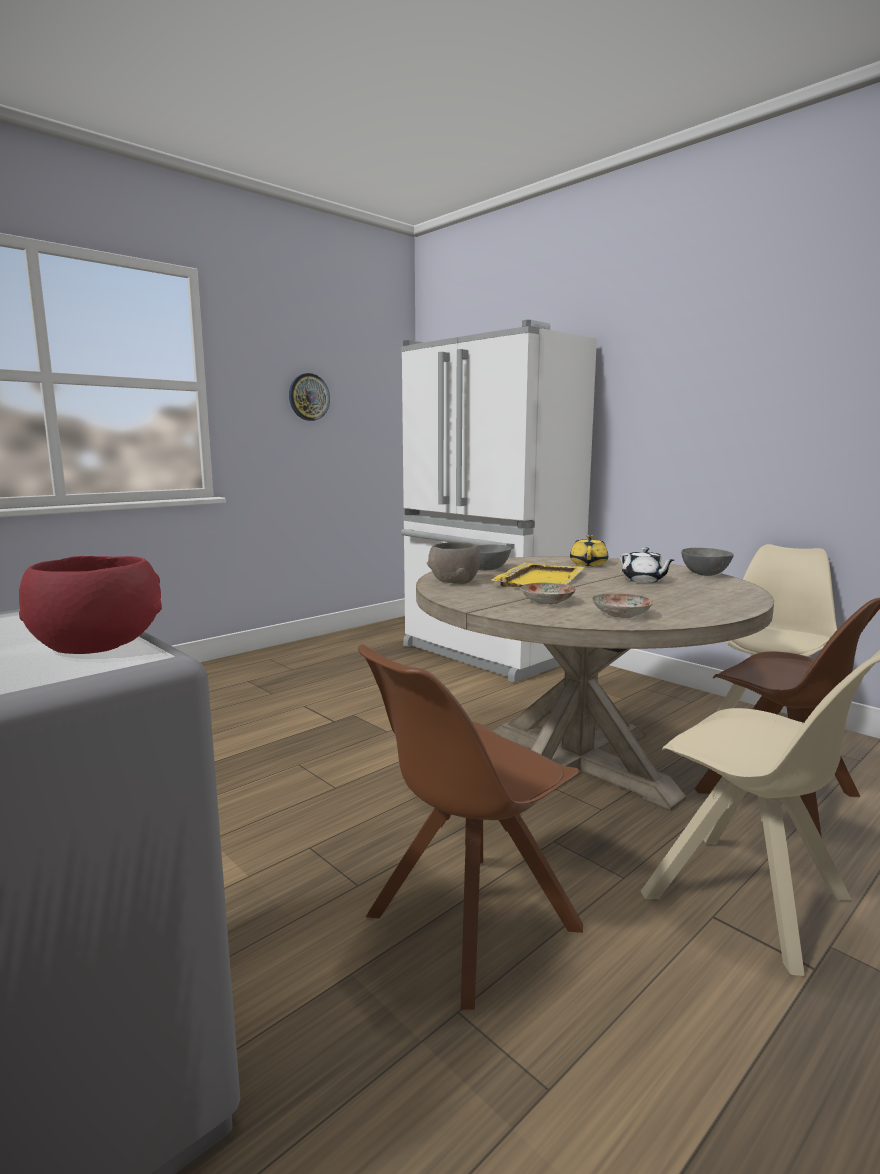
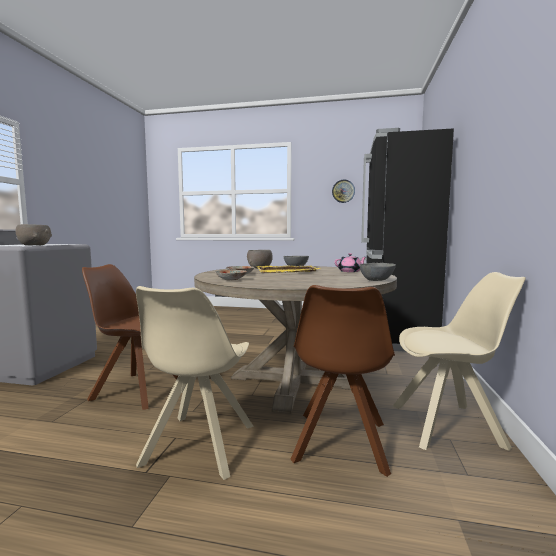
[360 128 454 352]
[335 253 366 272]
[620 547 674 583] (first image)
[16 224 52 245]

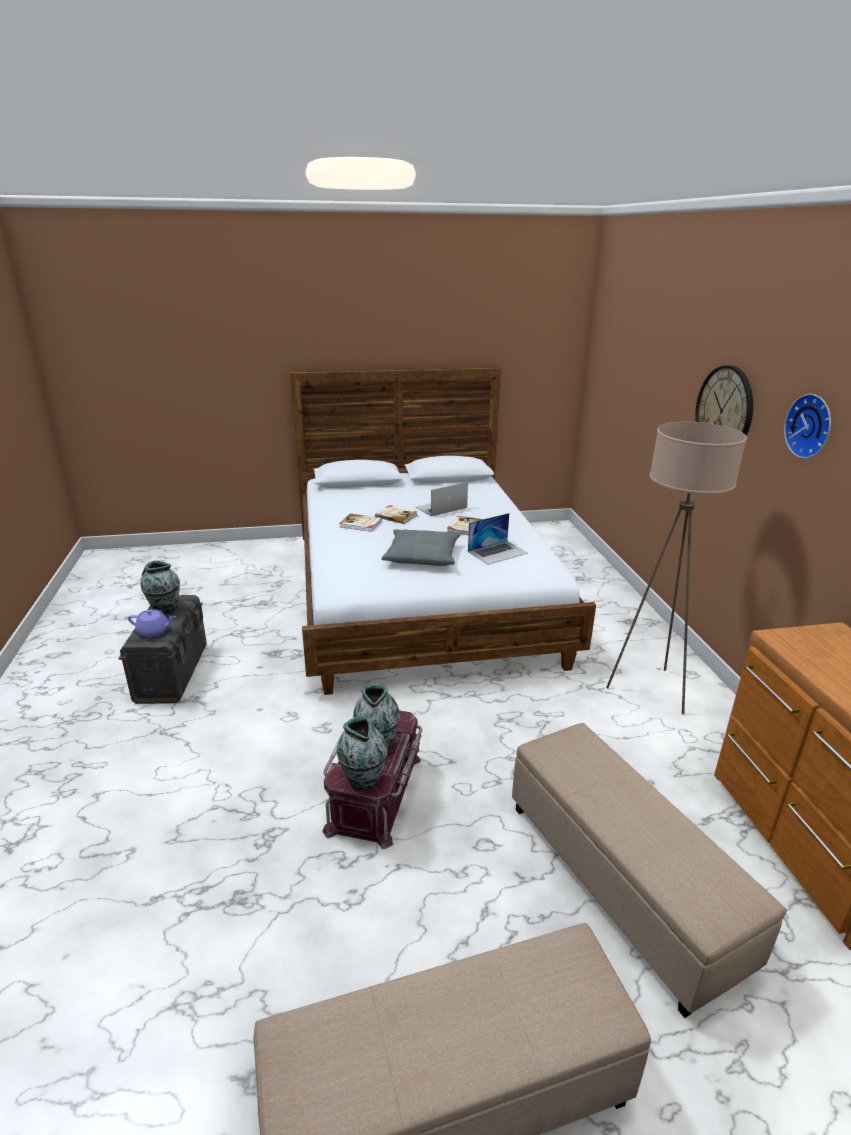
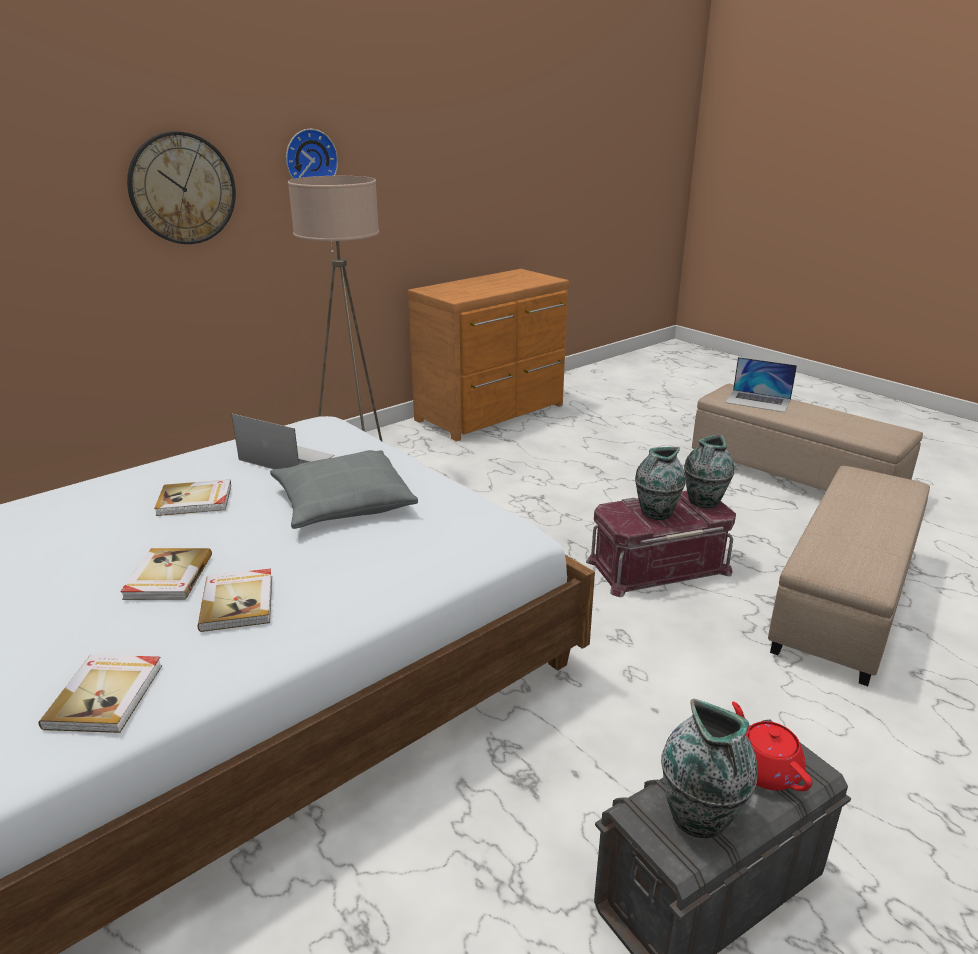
[725 357 797 412]
[732 701 813 791]
[768 466 930 686]
[39 655 162 733]

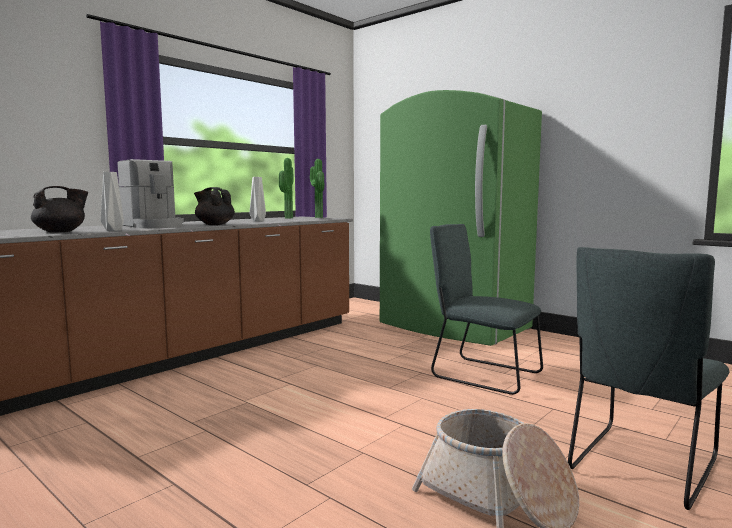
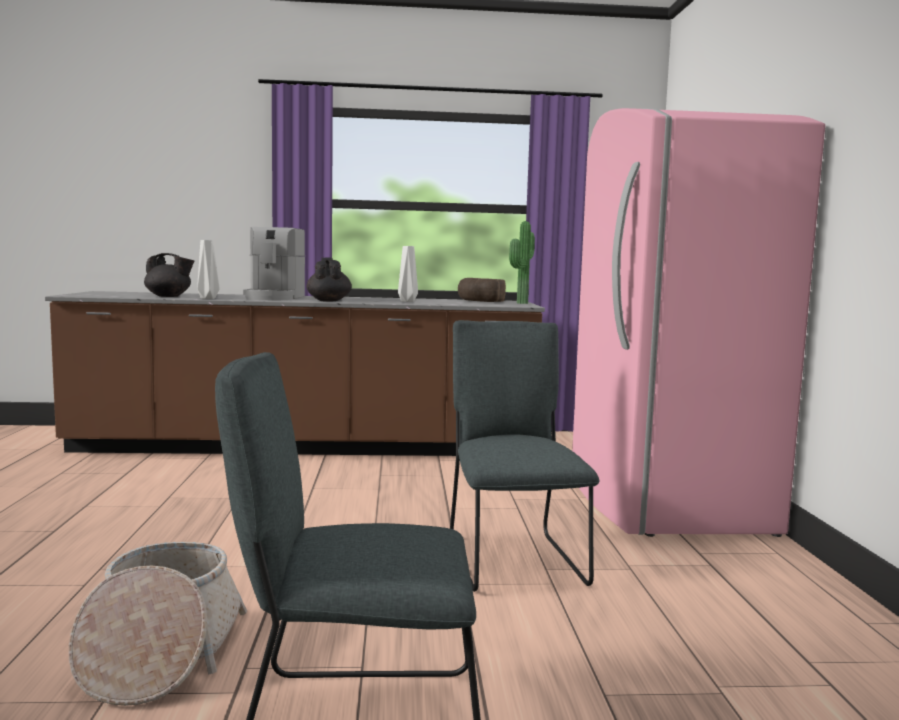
[572 108 825 537]
[458 278 506 302]

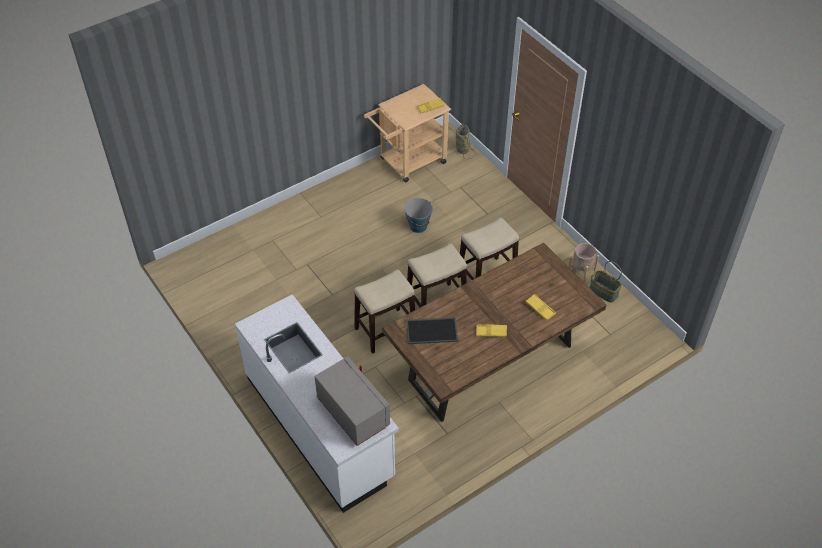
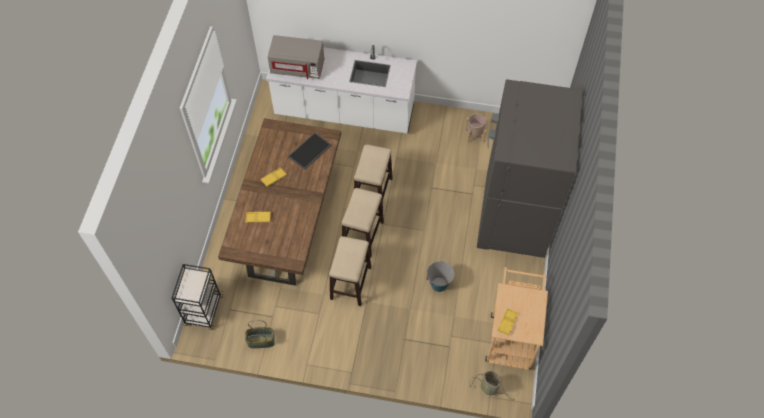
[465 113 486 143]
[477 79 582 258]
[171 264 223 330]

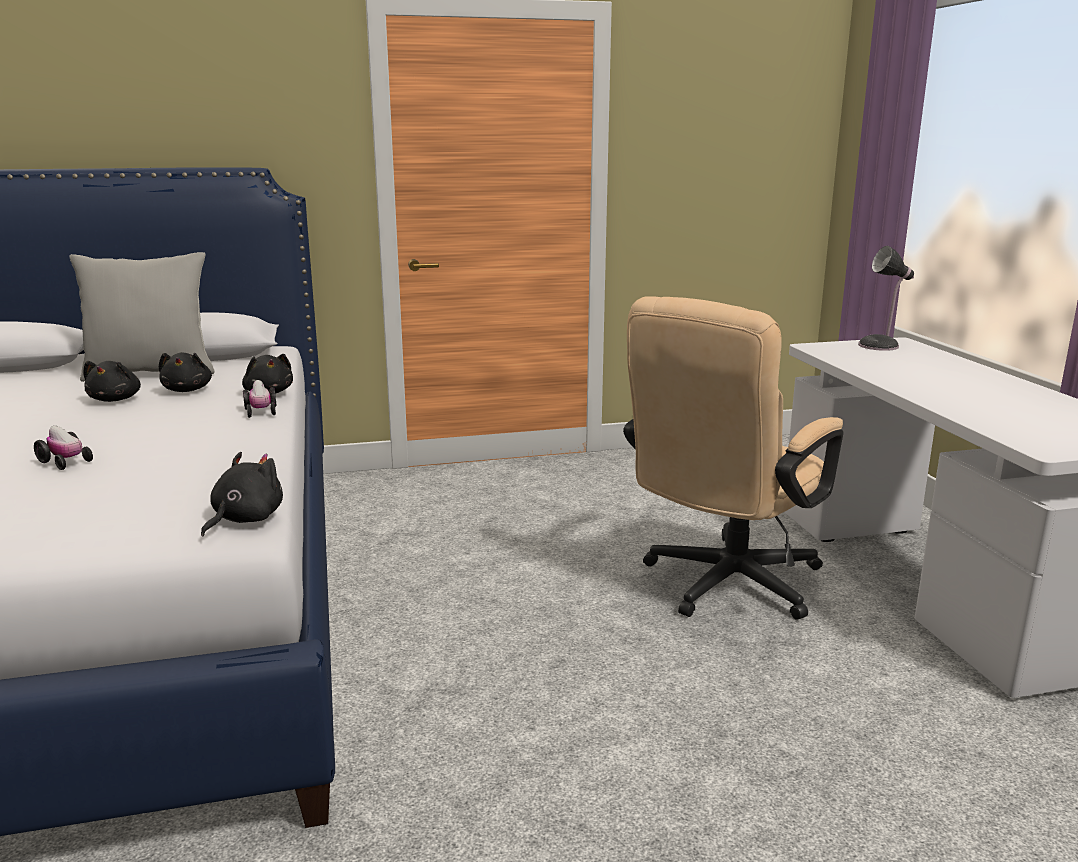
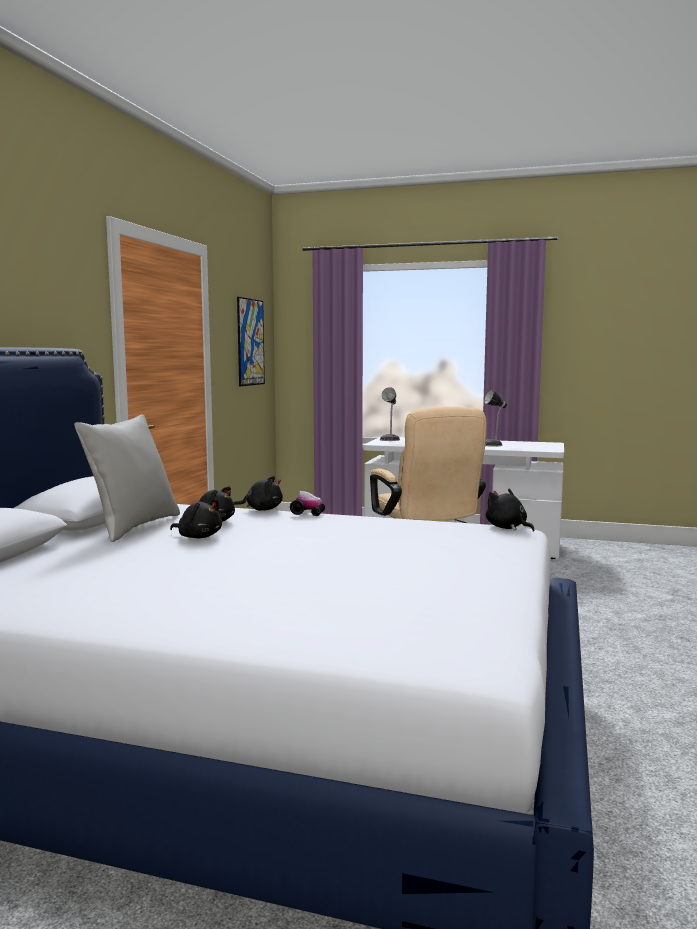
[34 426 93 470] (first image)
[237 297 265 386]
[484 389 508 447]

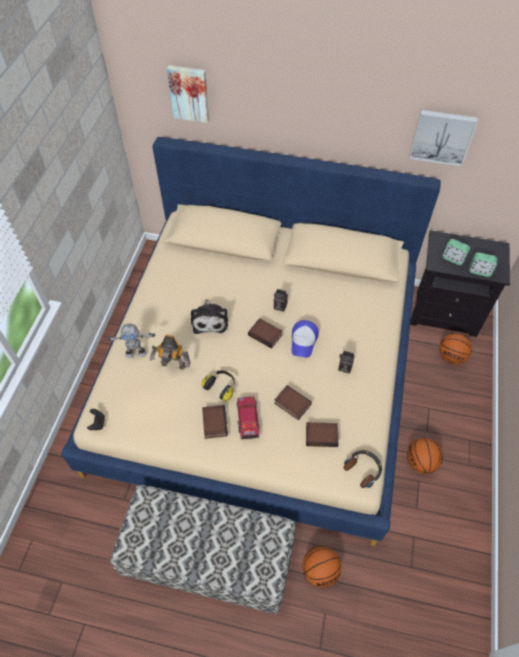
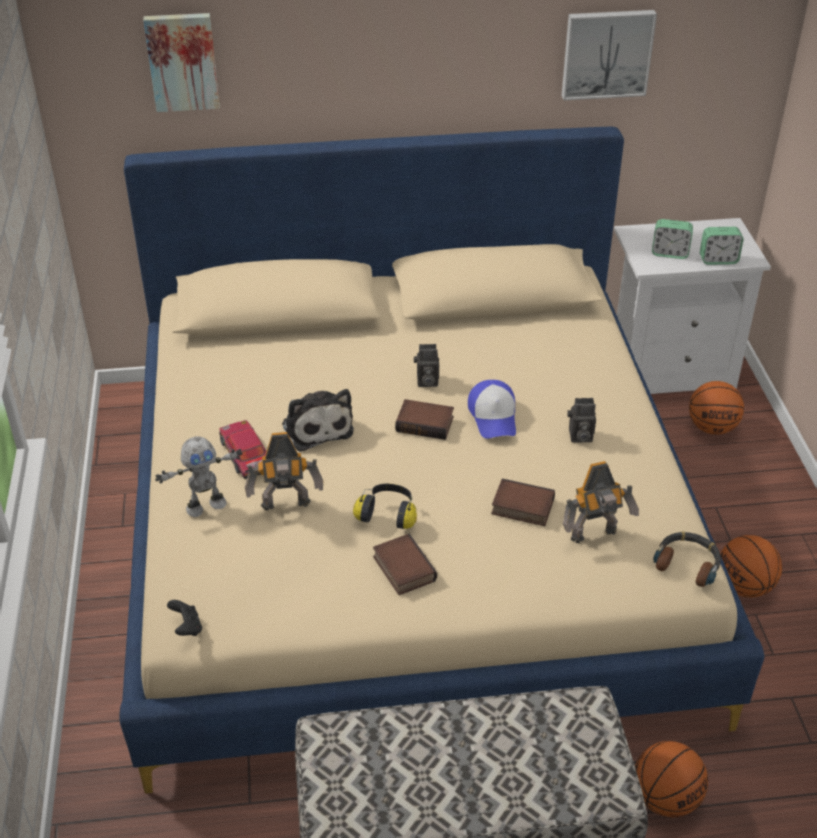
[614 218 771 394]
[219 420 267 479]
[563 461 639 543]

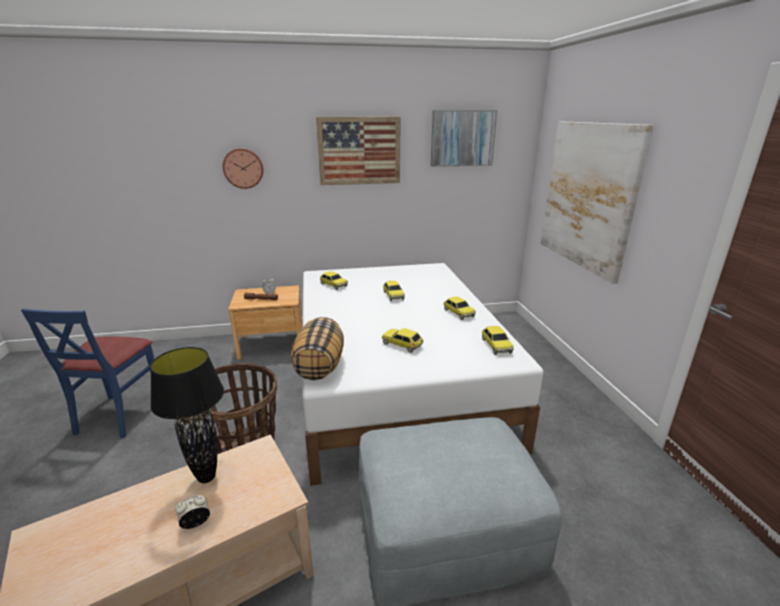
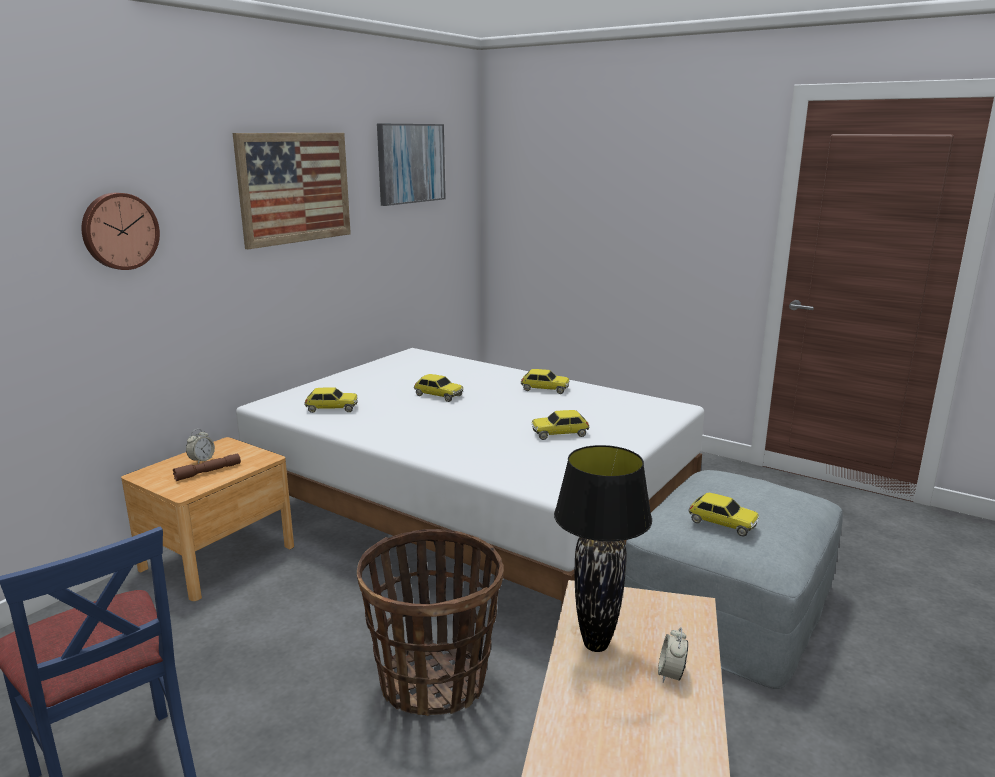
[541 121 654 284] (first image)
[291 317 344 380] (first image)
[688 493 759 537]

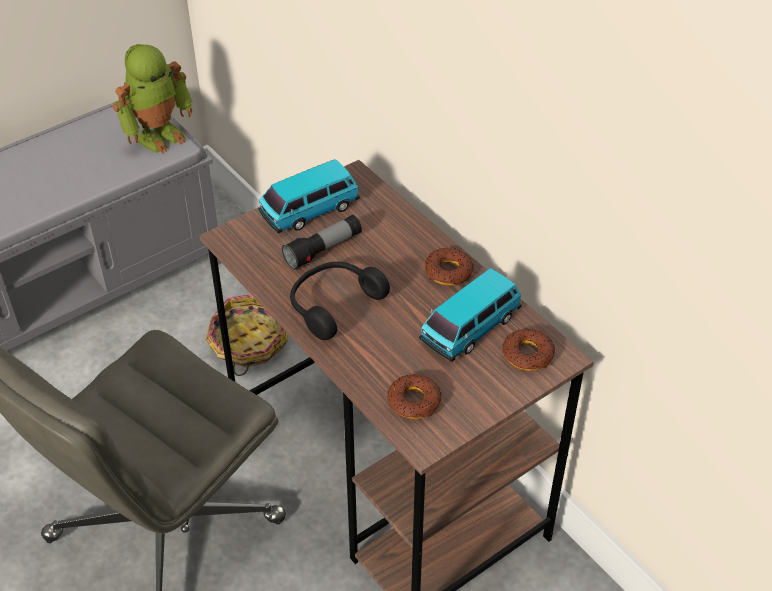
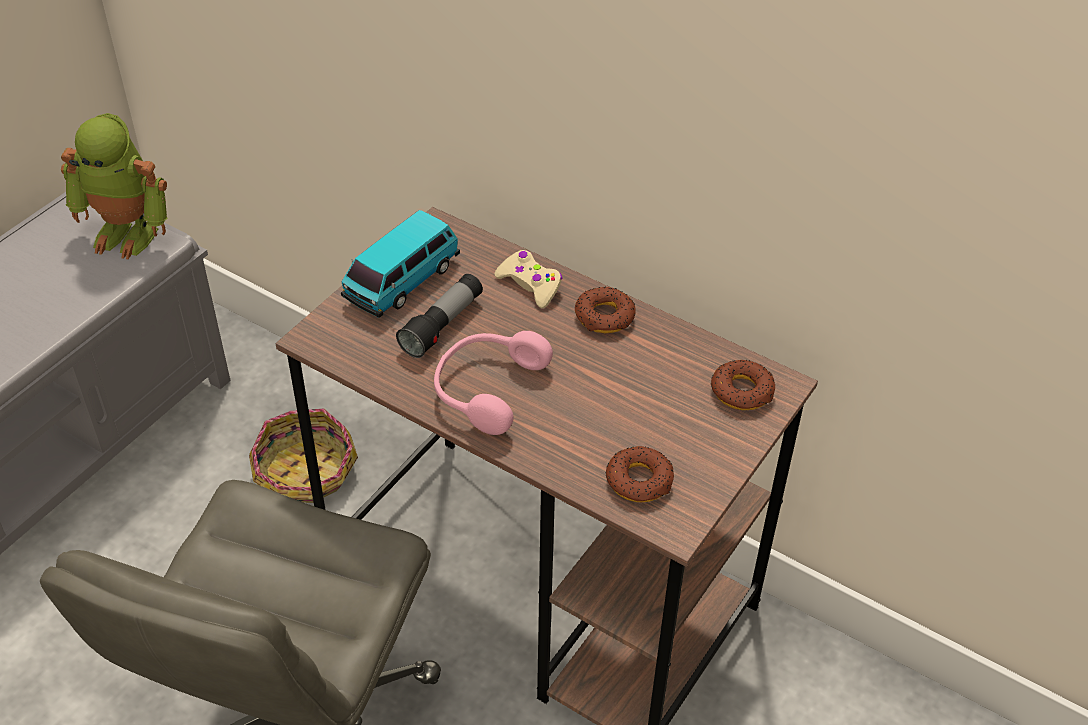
[61 113 167 259]
[434 331 553 435]
[419 268 522 362] (first image)
[494 250 563 308]

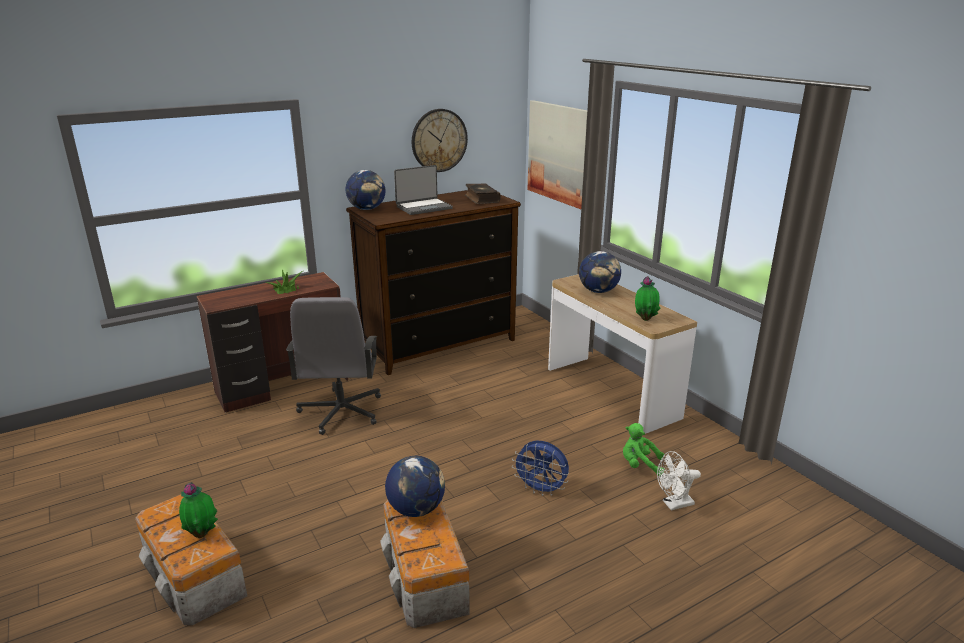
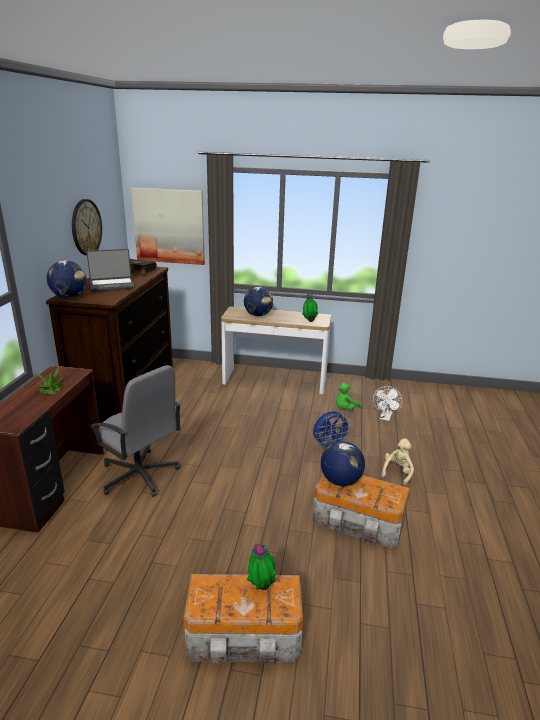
[87 249 135 291]
[381 438 414 486]

